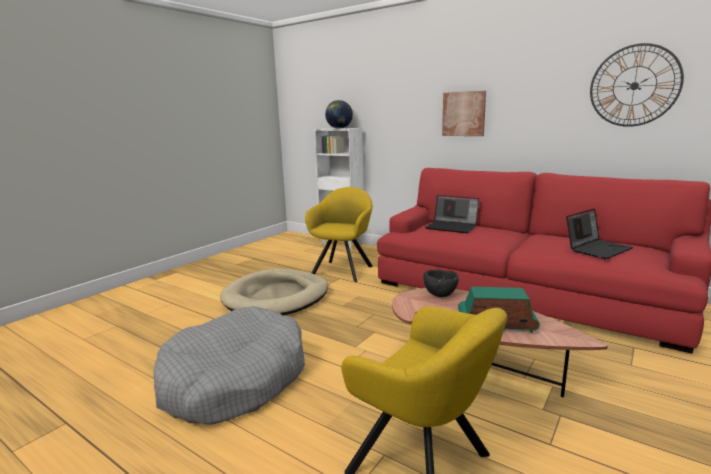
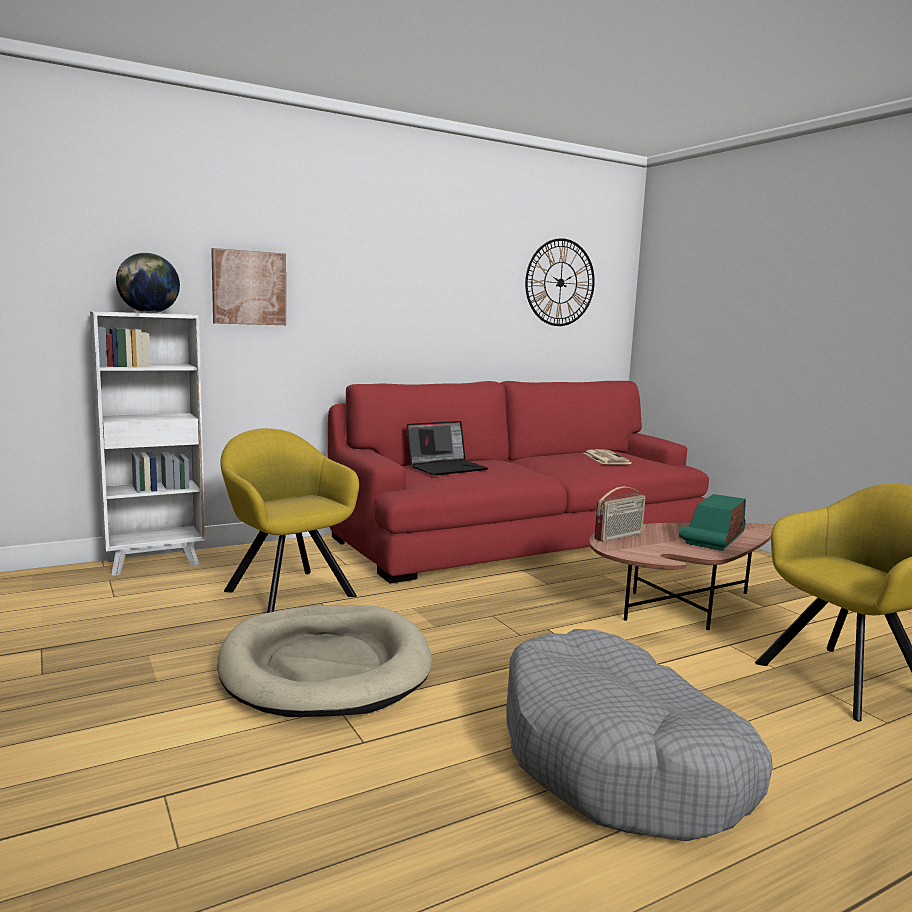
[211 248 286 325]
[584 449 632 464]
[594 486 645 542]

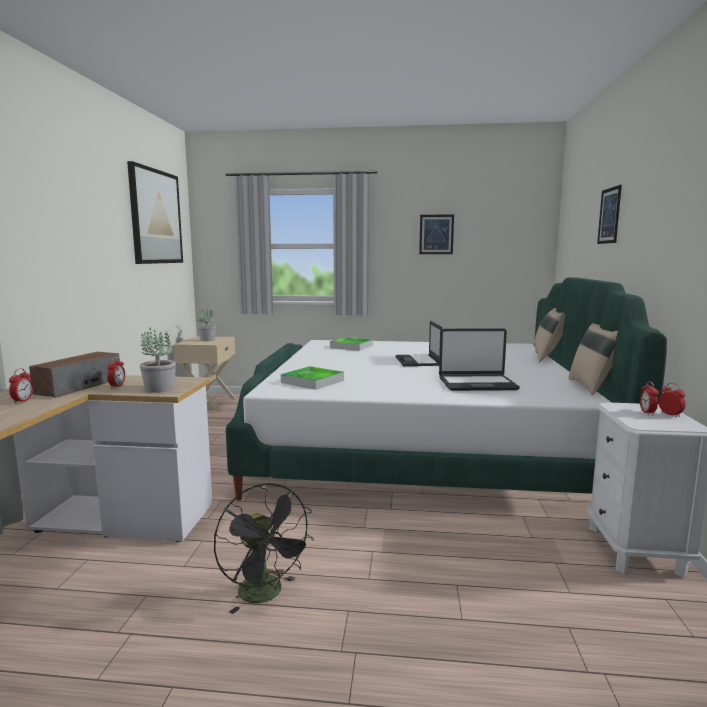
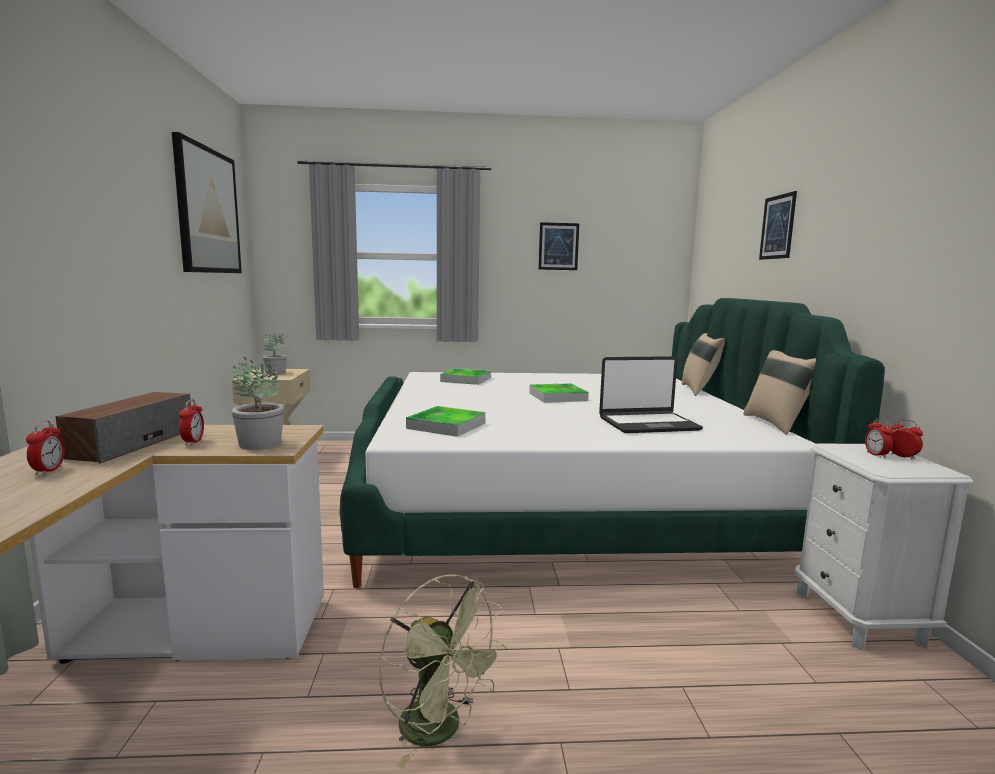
[529 383 589 403]
[379 574 508 769]

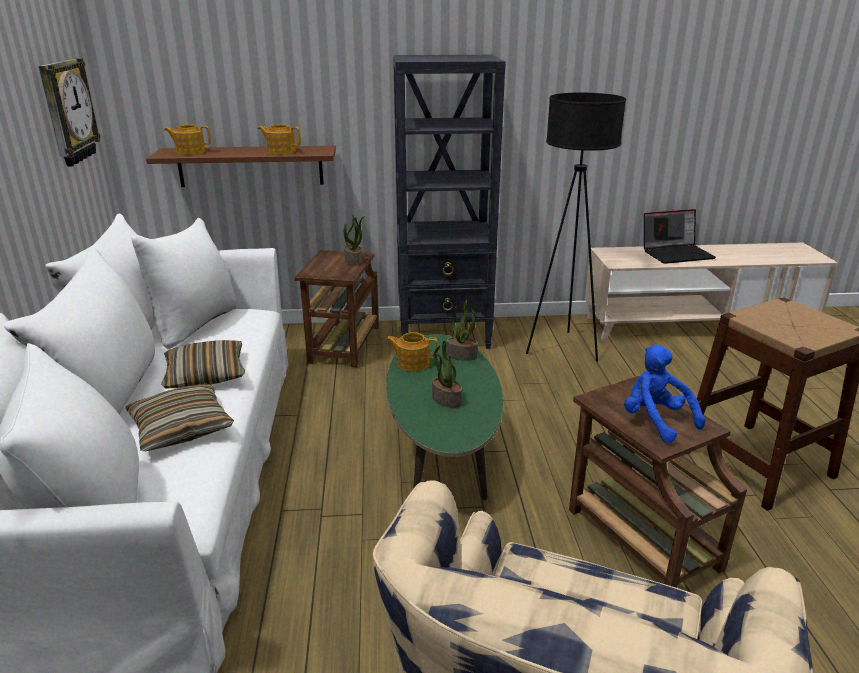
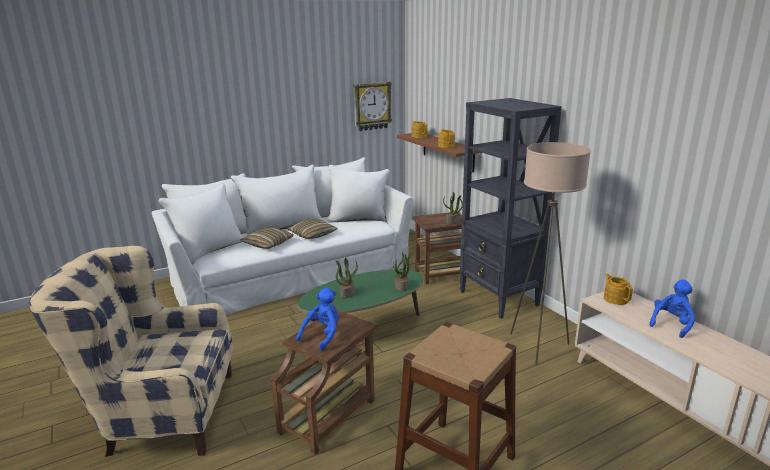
[510 142 591 365]
[649 280 695 338]
[604 273 633 305]

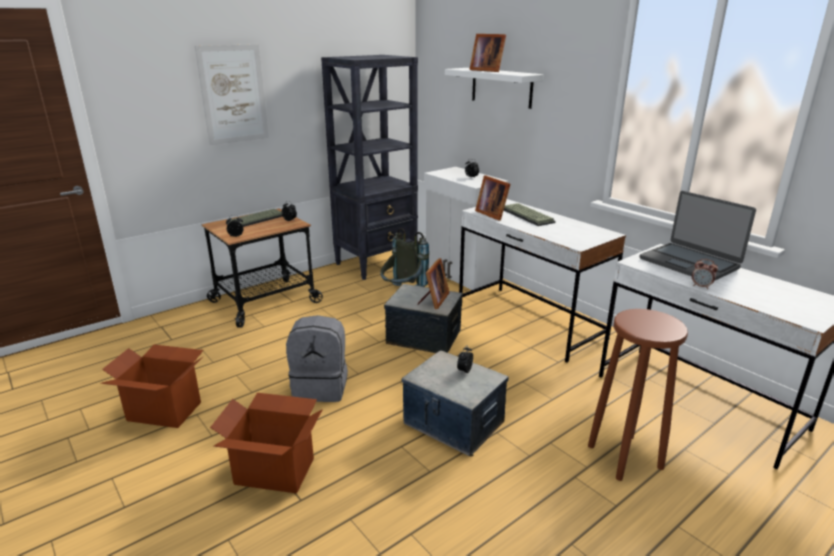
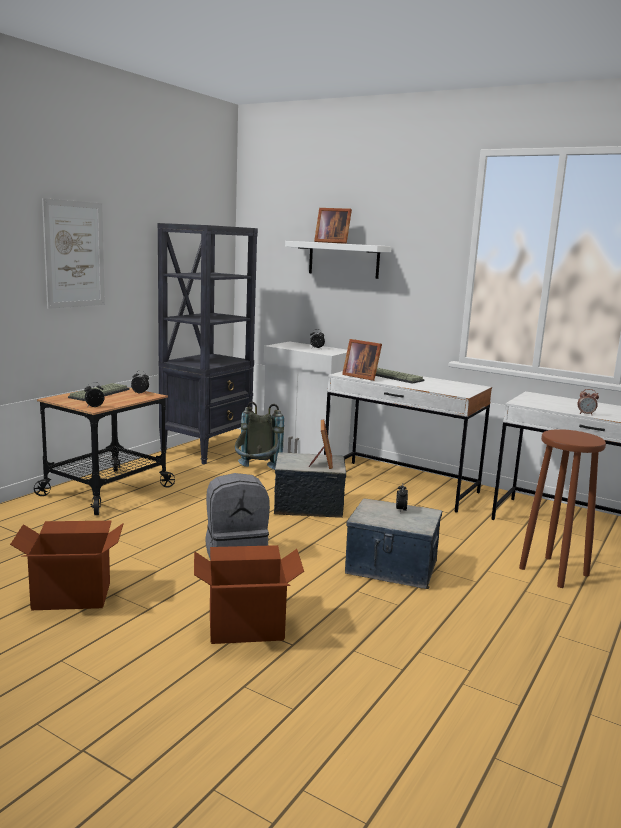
[639 191 756 280] (first image)

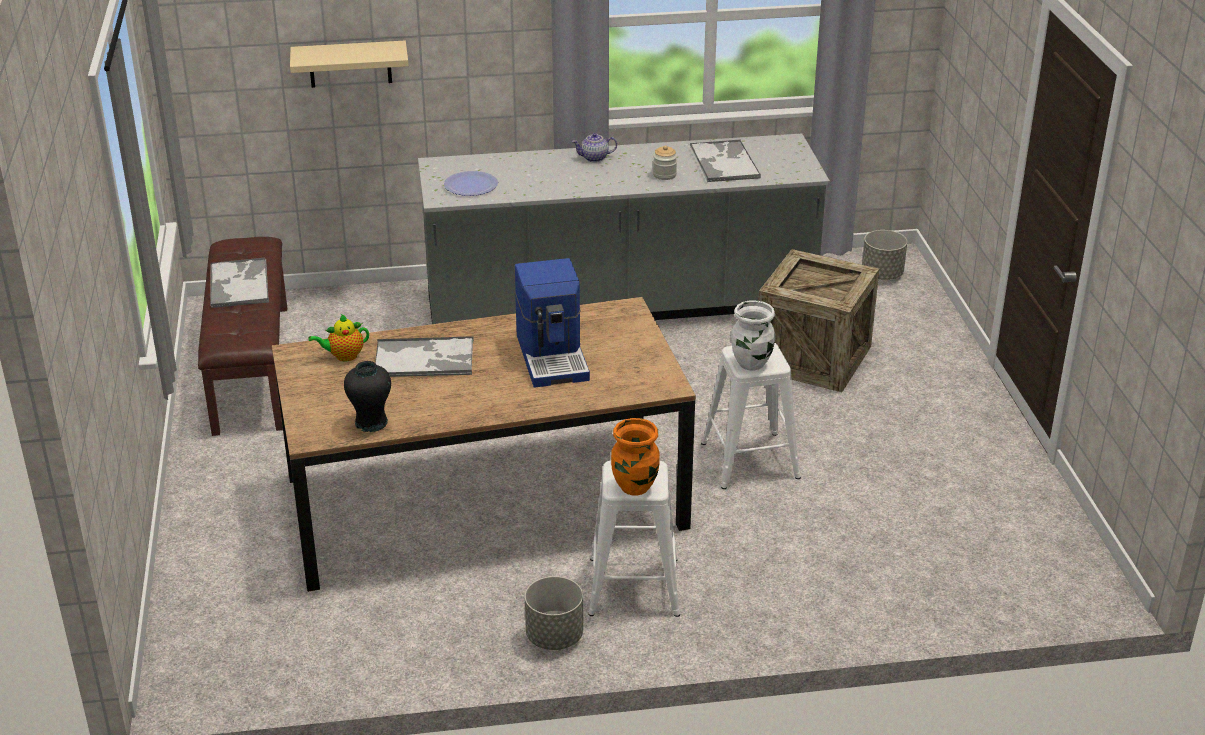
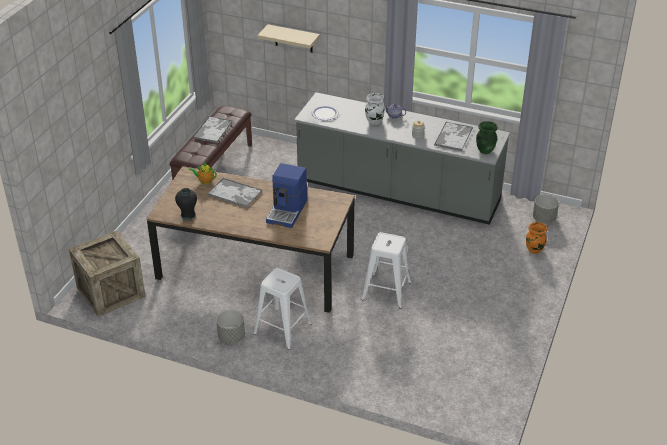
[69 230 146 317]
[365 93 385 125]
[526 222 547 254]
[476 121 498 154]

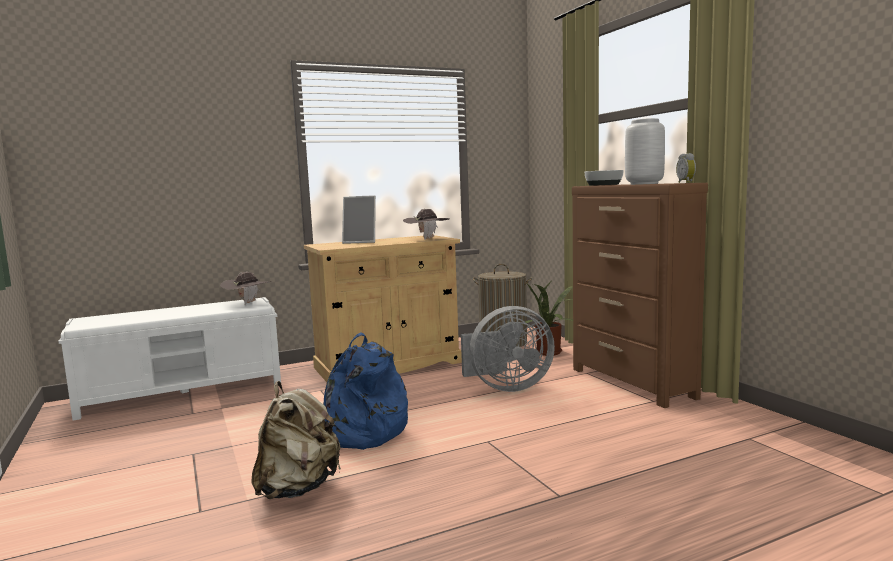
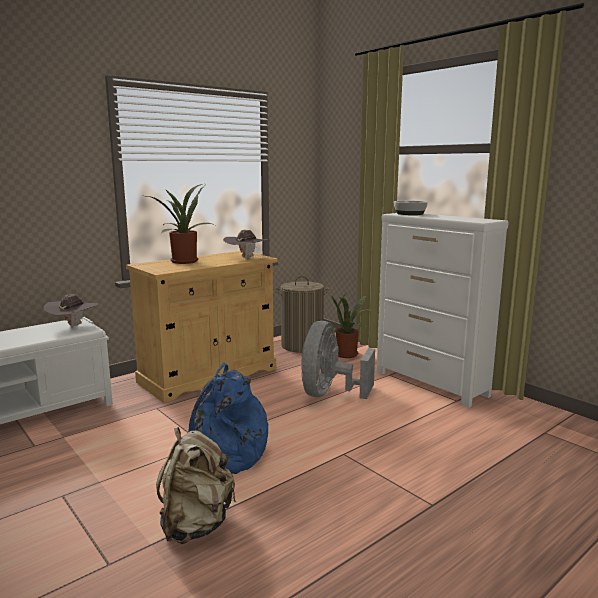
[625 118 665 185] (first image)
[676 153 696 183] (first image)
[377 213 509 408]
[147 184 212 264]
[301 321 375 399]

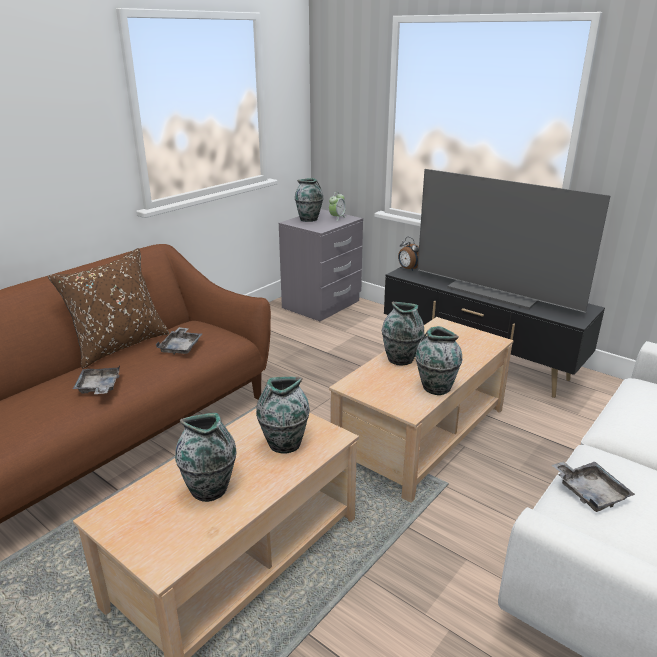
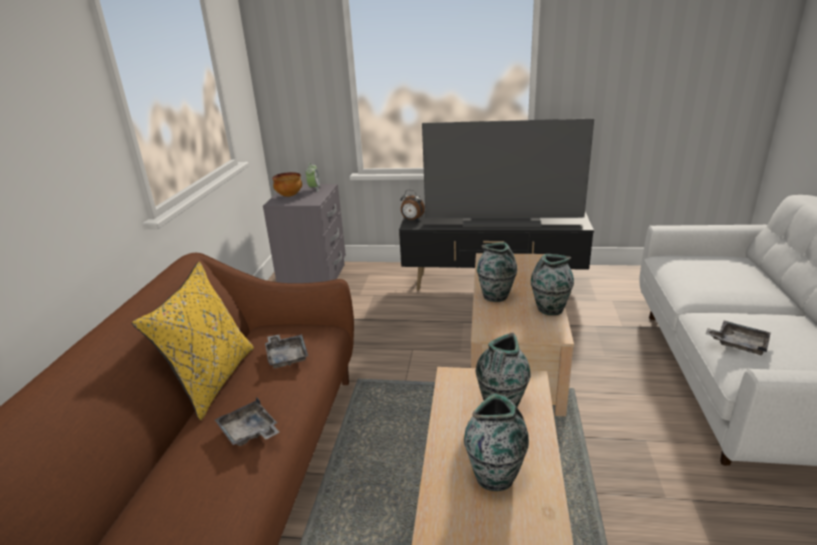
[272 172 302 197]
[132 262 254 420]

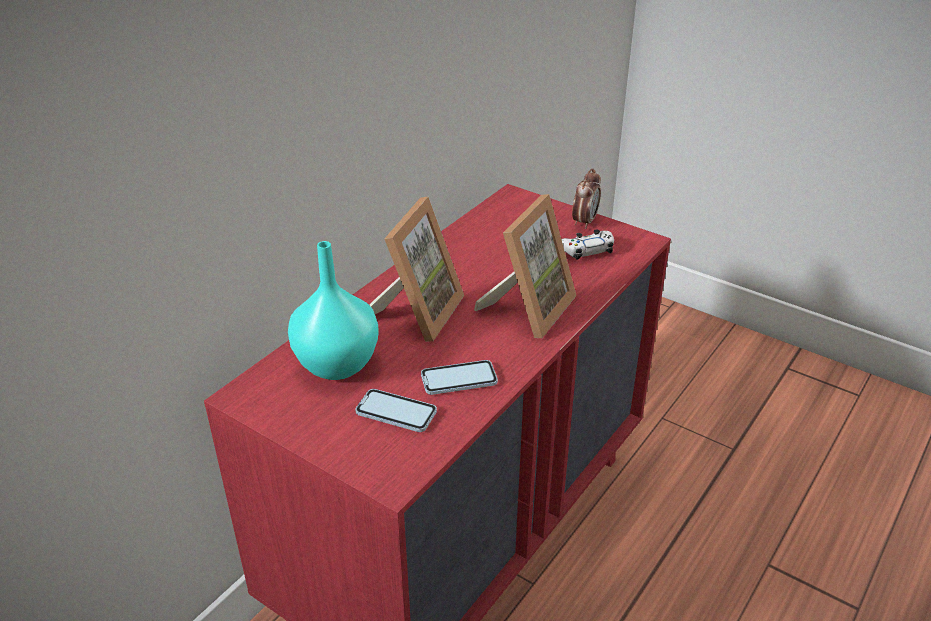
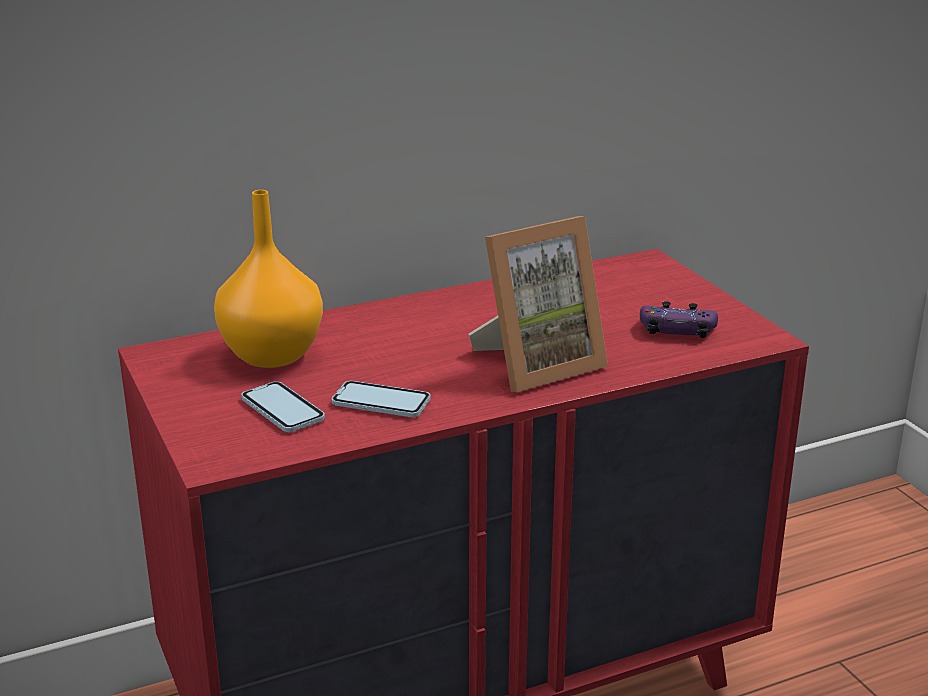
[572 168 601 229] (first image)
[369 197 464 342] (first image)
[640 301 718 338]
[214 190 323 368]

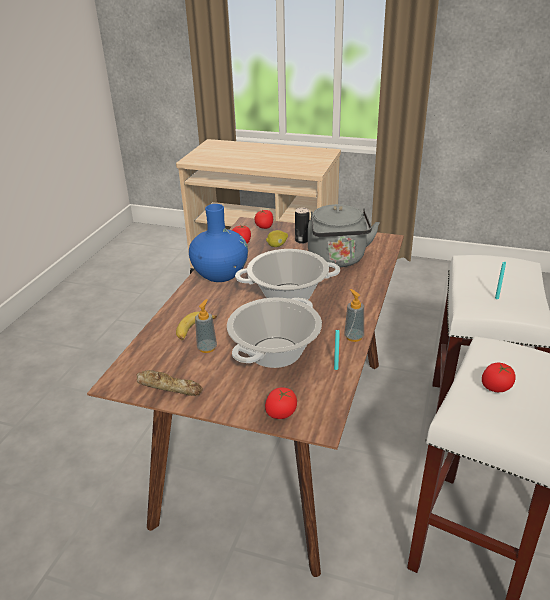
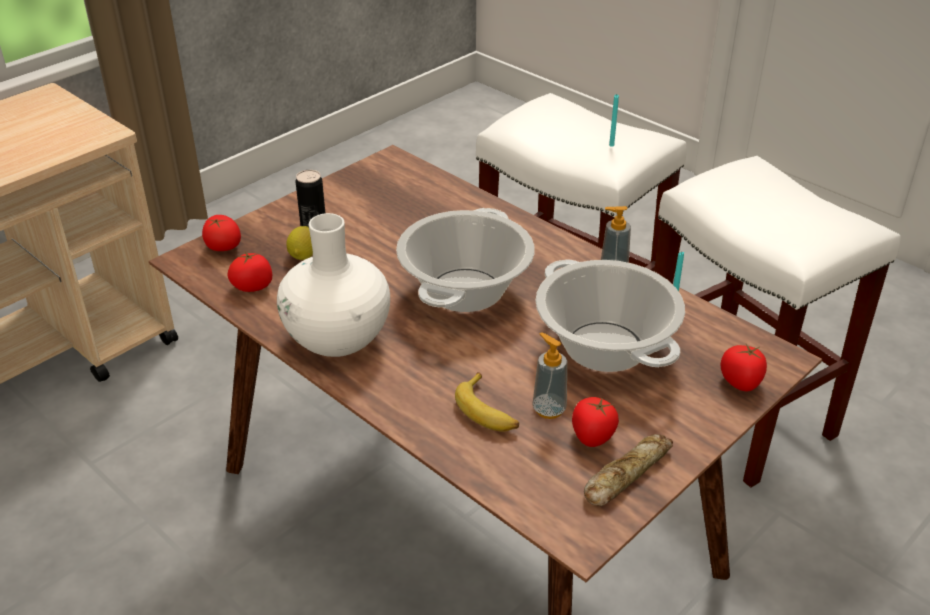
[277 213 390 357]
[308 204 380 267] (first image)
[572 397 619 447]

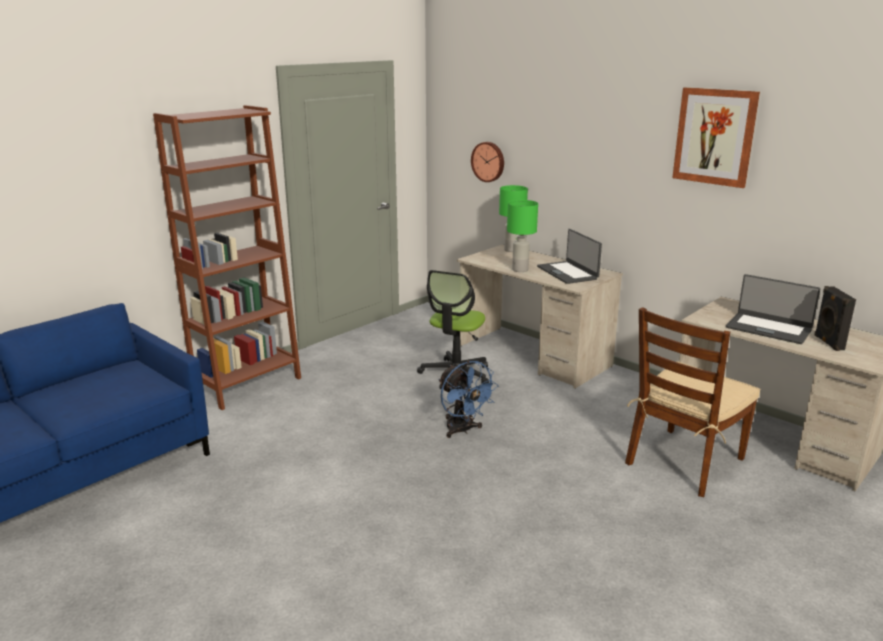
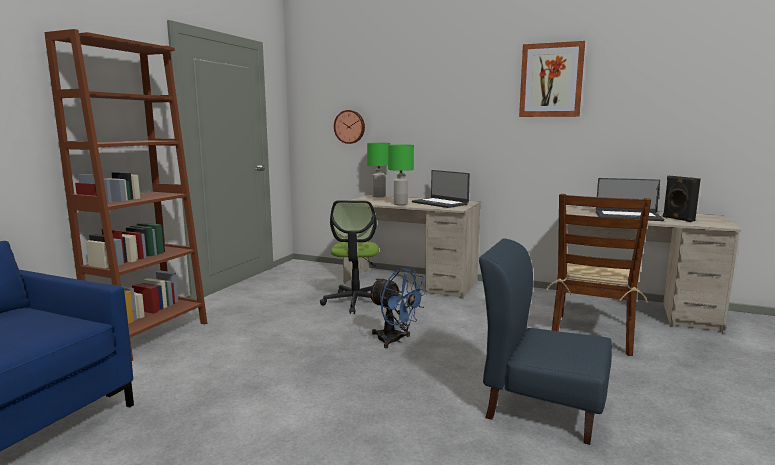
[479 239 612 445]

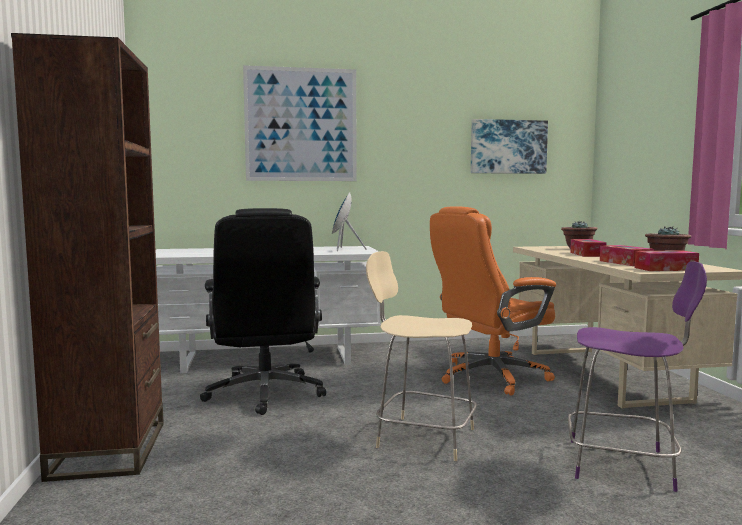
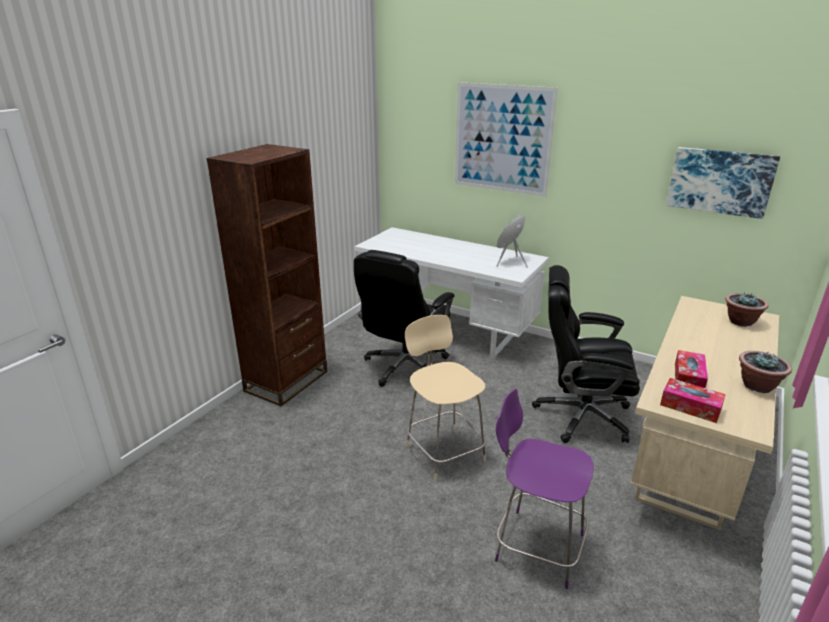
[532 265 640 443]
[570 239 607 257] (first image)
[495 388 594 589]

